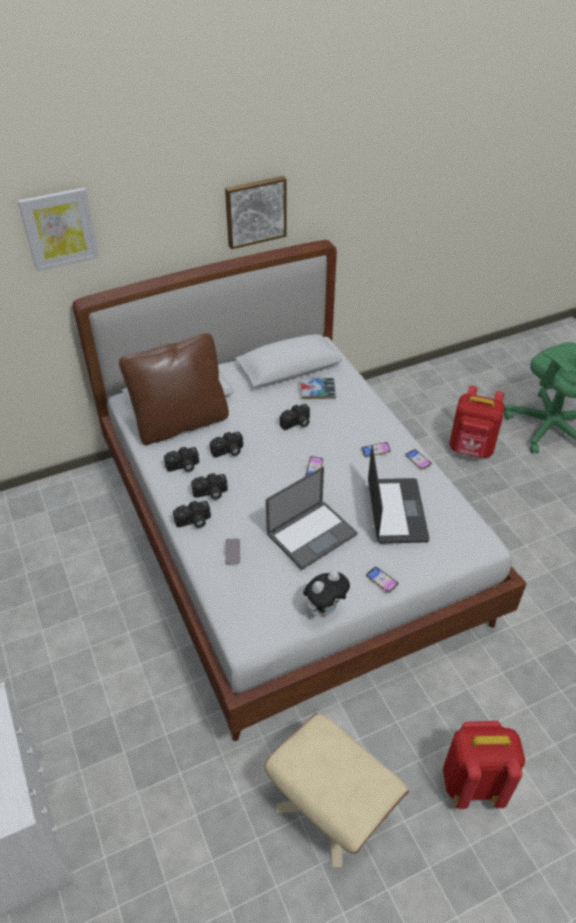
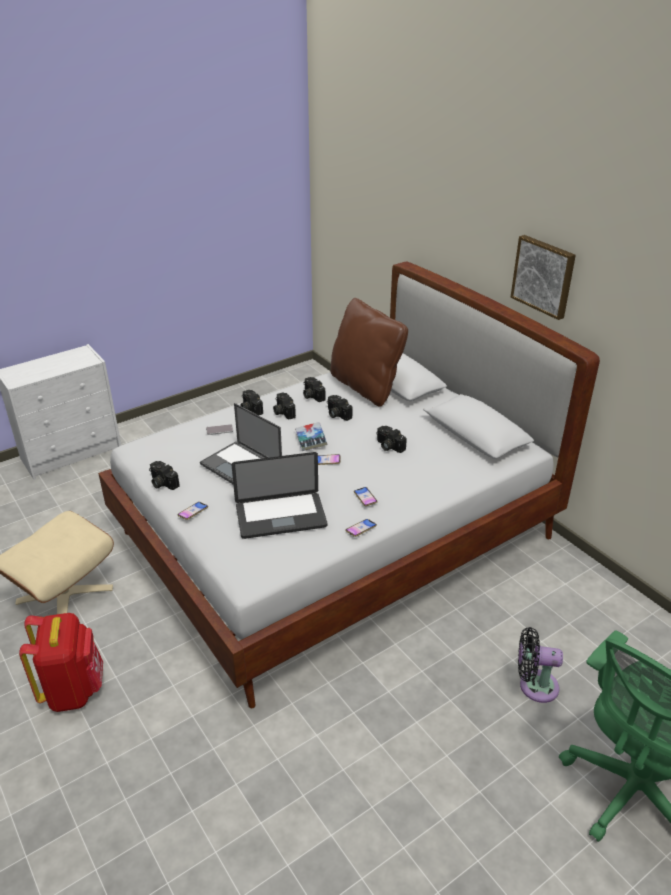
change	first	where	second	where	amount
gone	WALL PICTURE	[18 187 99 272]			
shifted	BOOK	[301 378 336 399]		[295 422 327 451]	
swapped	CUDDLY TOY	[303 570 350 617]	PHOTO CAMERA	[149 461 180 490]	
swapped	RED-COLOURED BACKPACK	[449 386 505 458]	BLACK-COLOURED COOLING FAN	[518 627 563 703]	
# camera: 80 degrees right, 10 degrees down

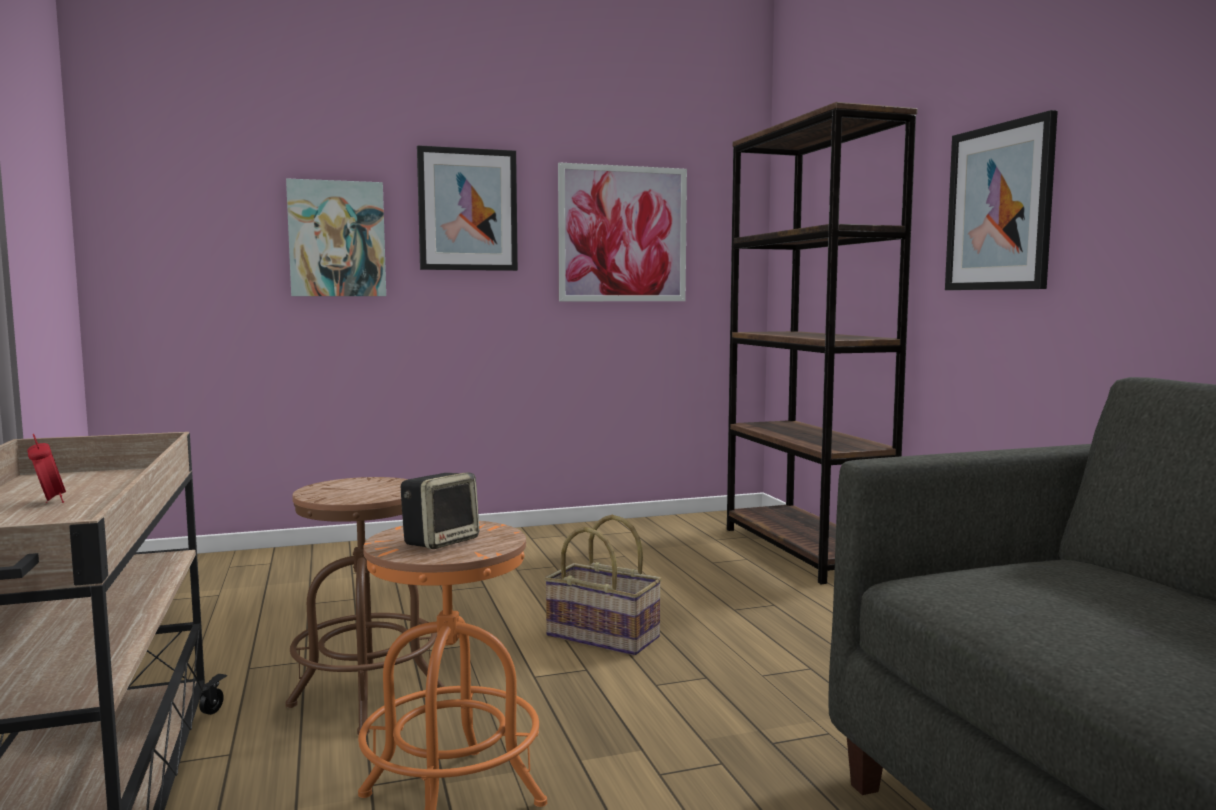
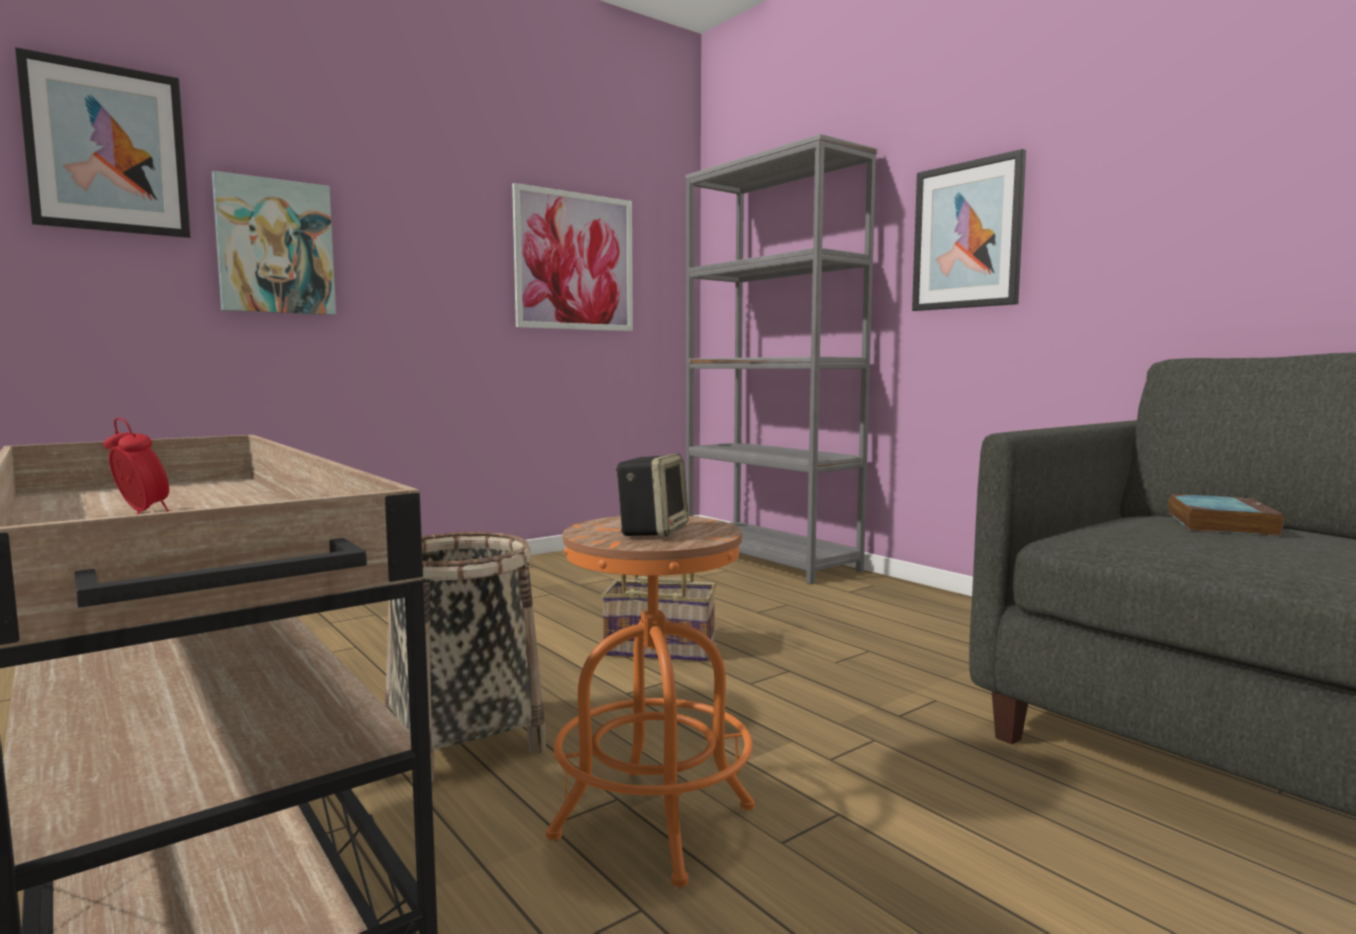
change	first	where	second	where	amount
new			BOOK	[1168 494 1284 536]	
shifted	WALL PICTURE	[417 145 518 271]		[15 47 191 238]	
swapped	BROWNISH SITTING STOOL	[286 477 445 735]	BASKET	[385 532 546 782]	
repainted	BROWNISH BOOKCASE	[727 102 917 584]	GRAY BOOKCASE	[686 134 877 584]	
# camera: 20 degrees left, 0 degrees up

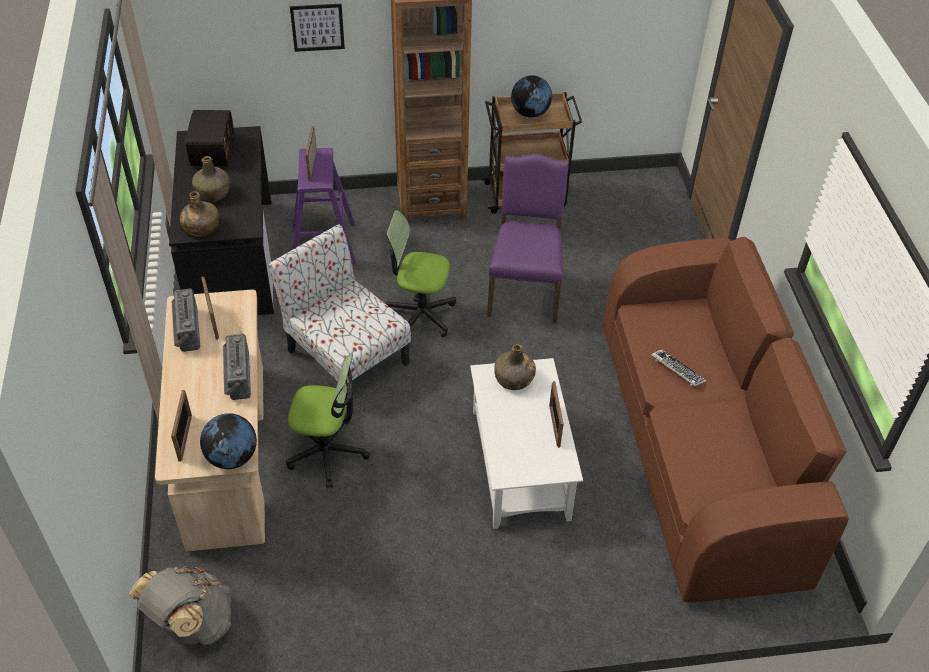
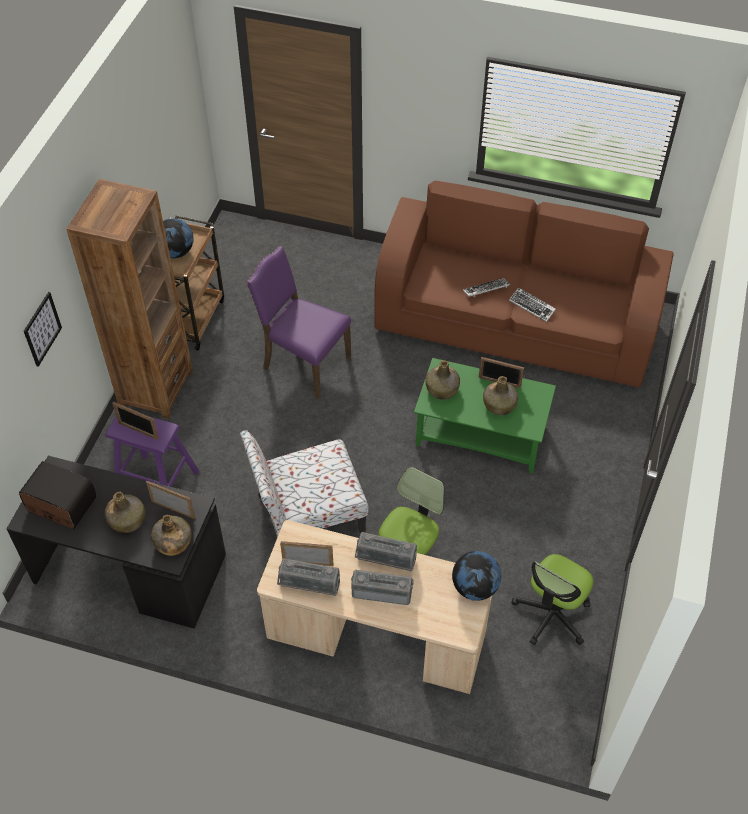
change	first	where	second	where	amount
gone	GRAY BACKPACK	[128 566 231 645]			
new			RADIO SET	[351 569 414 605]	
new			GREEN-COLOURED BEVERAGE BOTTLE	[483 376 518 415]	
new			COMPUTER KEYBOARD	[509 287 556 322]	
shifted	STANDING FRAME	[171 390 192 461]		[146 481 195 519]	
shifted	OFFICE CHAIR	[385 210 456 337]		[512 554 594 645]	
repainted	WHITE LOW TABLE	[470 358 583 529]	GREEN-COLOURED LOW TABLE	[414 358 556 474]	
# camera: 65 degrees left, 5 degrees up

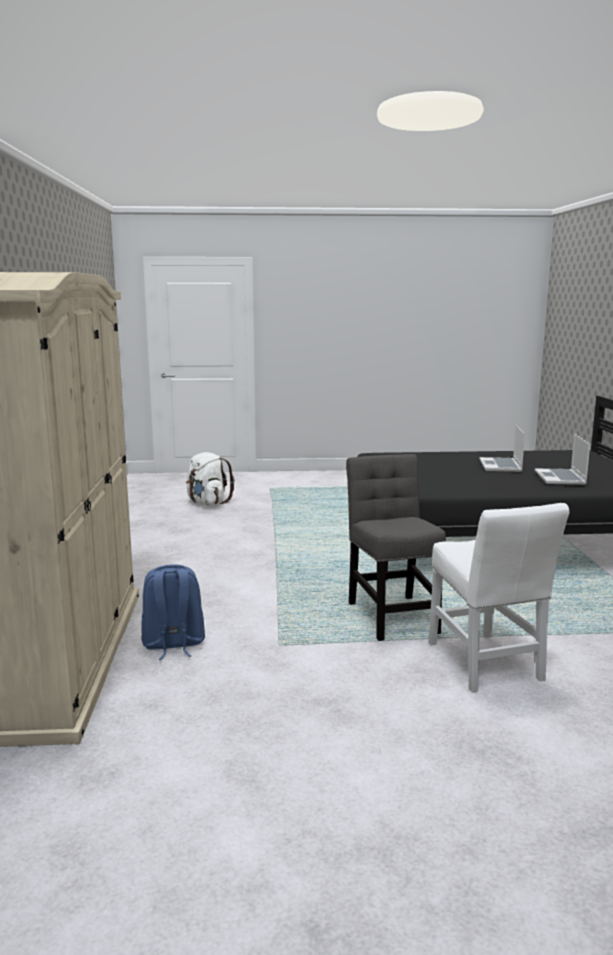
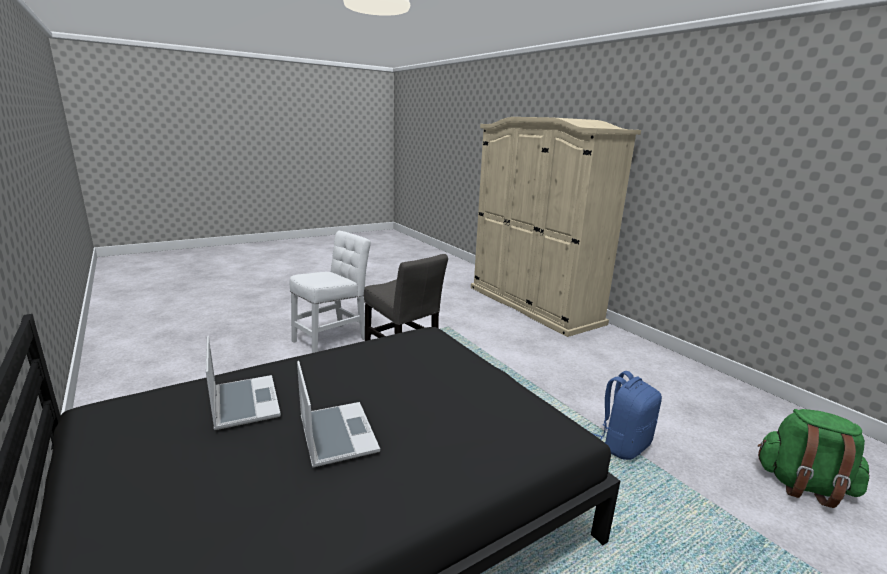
change	first	where	second	where	amount
shifted	BLUE-COLOURED BACKPACK	[142 564 205 660]		[592 371 662 460]	
repainted	WHITE BACKPACK	[186 452 235 506]	GREEN-COLOURED BACKPACK	[758 409 870 508]	
rotated	WHITE CHAIR	[428 503 570 693]		[289 231 371 353]	90 degrees clockwise
# camera: 150 degrees right, 5 degrees up

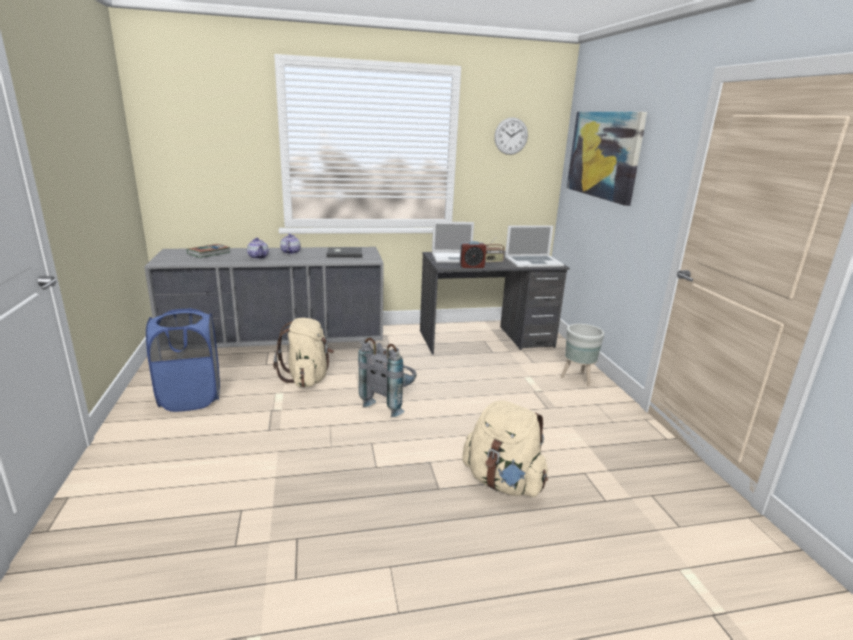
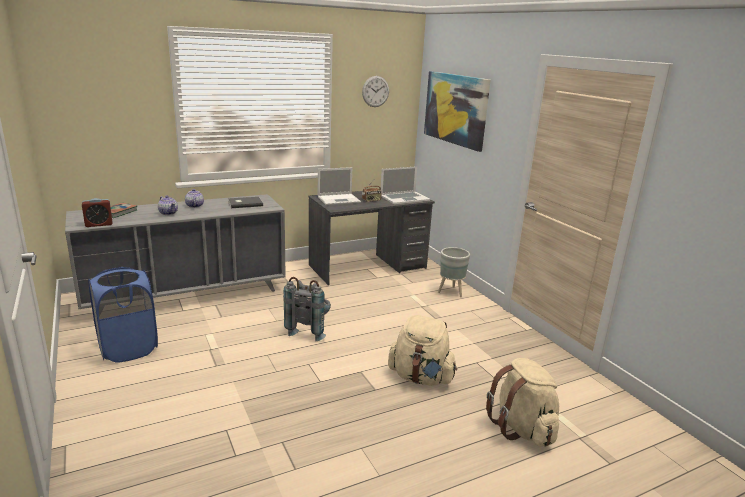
change	first	where	second	where	amount
shifted	BEIGE-COLOURED BACKPACK	[273 318 334 388]		[486 358 559 446]	
shifted	BEDSIDE CLOCK	[460 241 486 268]		[82 198 112 227]	
# camera: 15 degrees left, 0 degrees up

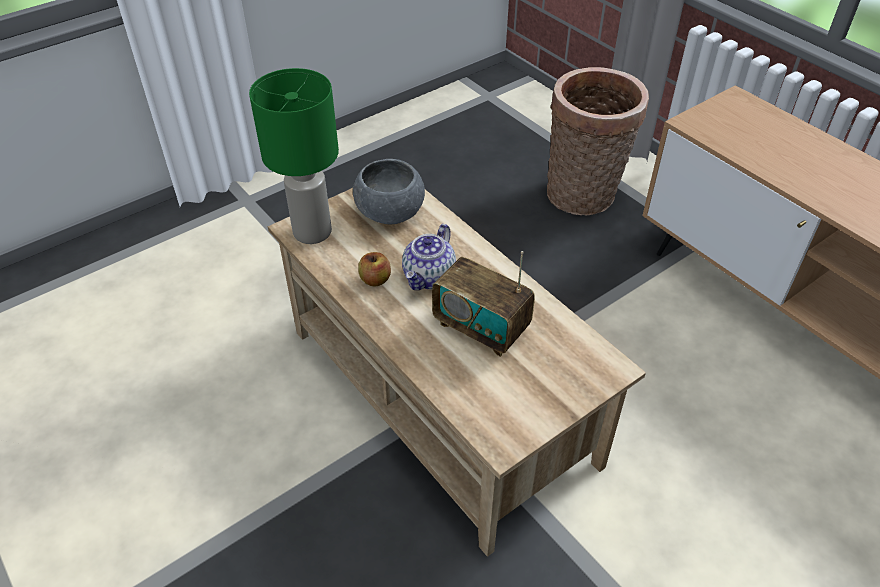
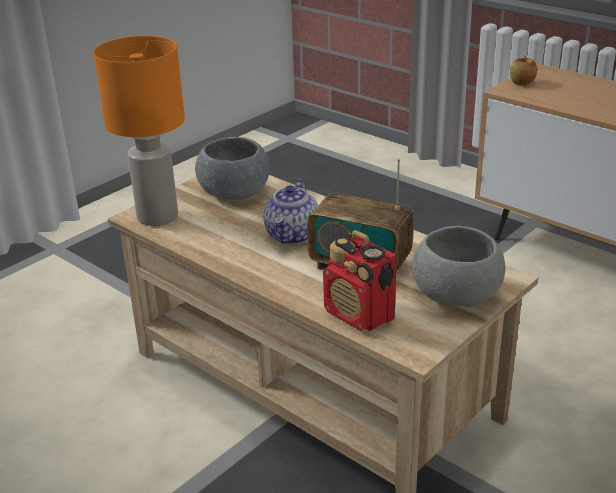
change	first	where	second	where	amount
gone	BASKET	[547 67 649 215]			
new			RADIO SET	[323 230 397 331]	
new			GRAY BOWL	[412 226 505 307]	
shifted	WHOLE APPLE	[358 252 391 286]		[510 56 537 86]	
repainted	GREEN-COLOURED TABLETOP LAMP	[249 68 339 244]	ORANGE TABLETOP LAMP	[93 36 185 226]	
# camera: 10 degrees left, 15 degrees down

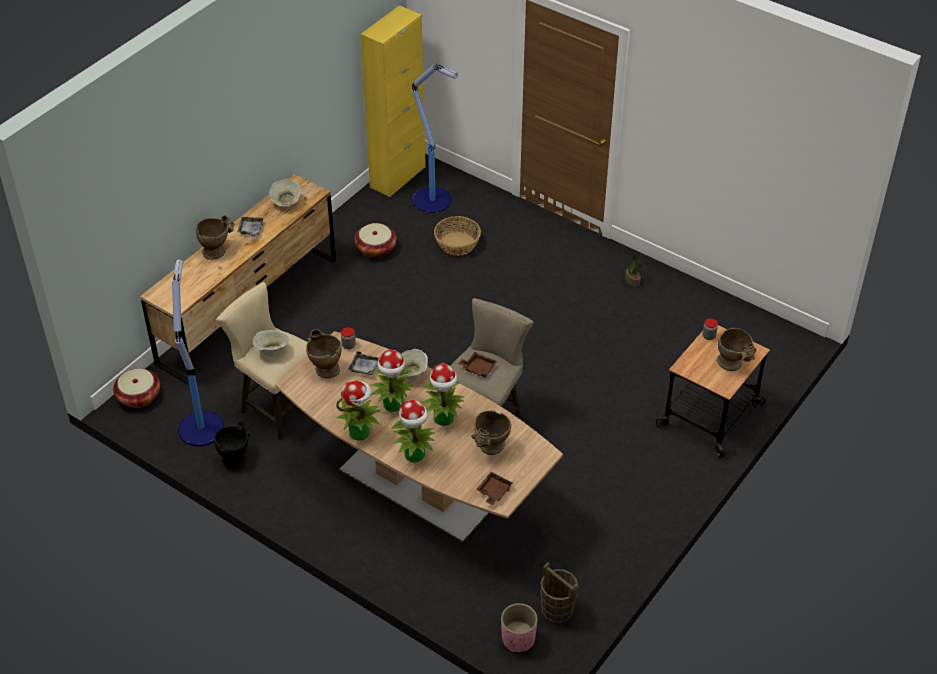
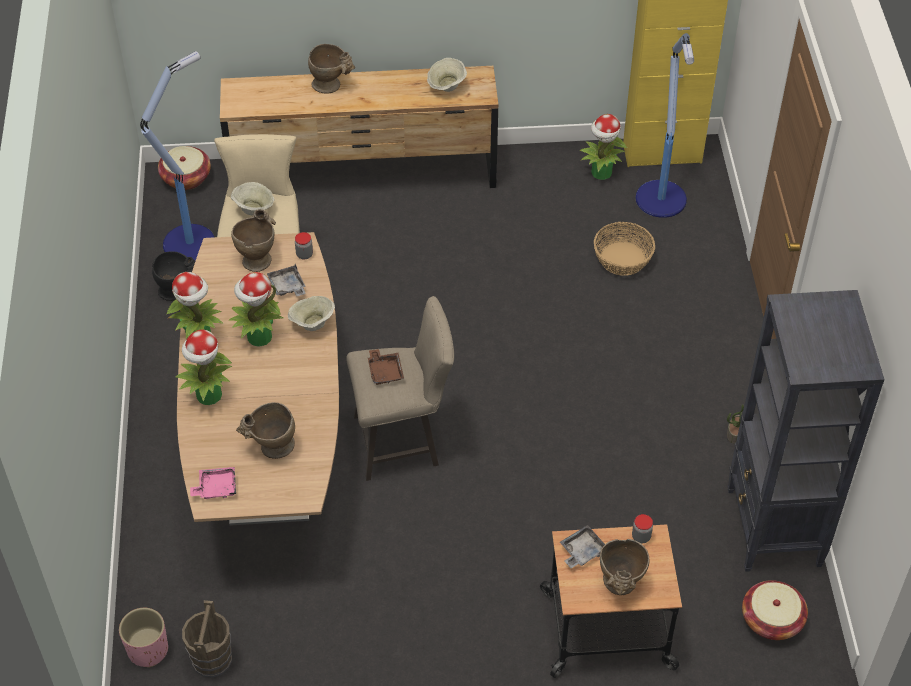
change	first	where	second	where	amount
new			BLACK-COLOURED BOOKCASE	[727 290 885 572]	
shifted	GRAY TRAY	[237 217 263 238]		[560 525 605 568]	
shifted	BASKET	[355 223 396 258]		[742 580 808 640]	
shifted	PLANT IN A POT	[421 364 464 426]		[580 114 627 180]	
repainted	BROWNISH TRAY	[476 472 513 505]	PINK-COLOURED TRAY	[190 467 236 499]	
# camera: 50 degrees right, 5 degrees up

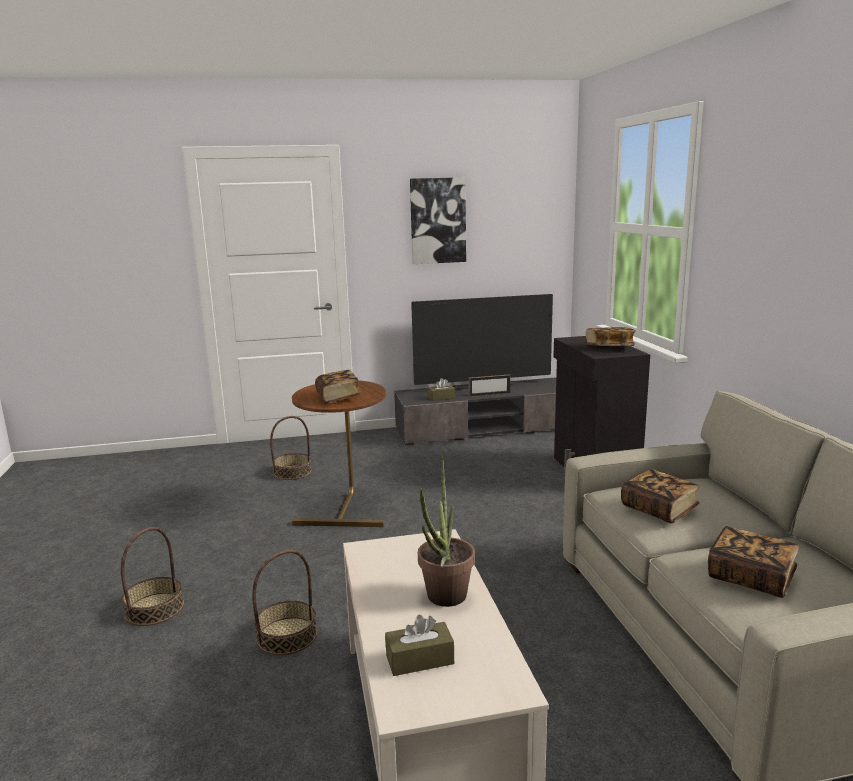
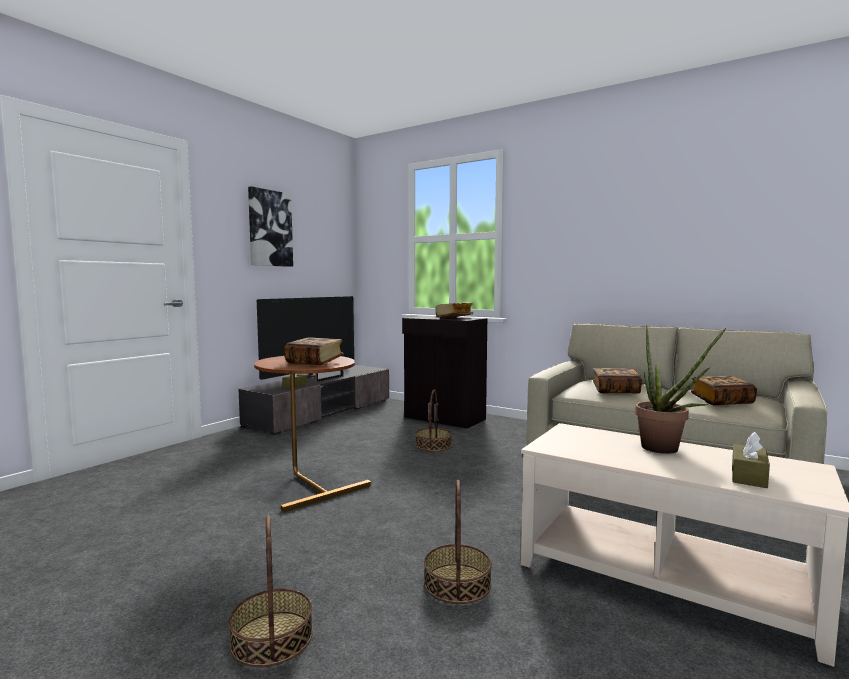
change	first	where	second	where	amount
shifted	BASKET	[270 416 312 480]		[415 389 452 451]	
# camera: 45 degrees left, 10 degrees down

